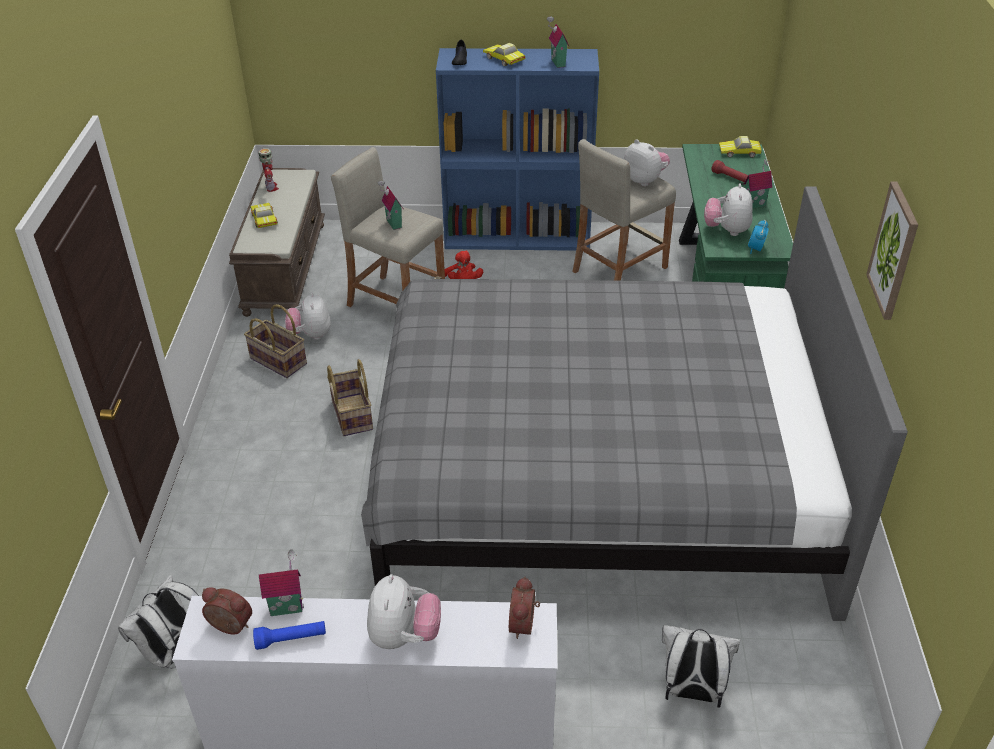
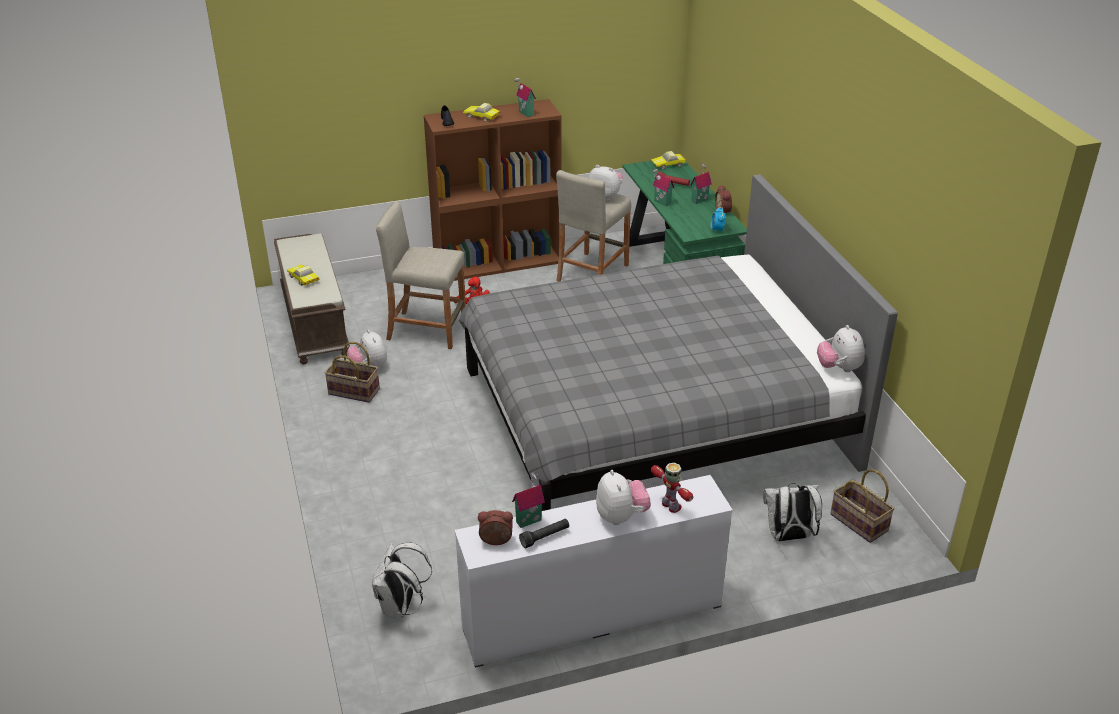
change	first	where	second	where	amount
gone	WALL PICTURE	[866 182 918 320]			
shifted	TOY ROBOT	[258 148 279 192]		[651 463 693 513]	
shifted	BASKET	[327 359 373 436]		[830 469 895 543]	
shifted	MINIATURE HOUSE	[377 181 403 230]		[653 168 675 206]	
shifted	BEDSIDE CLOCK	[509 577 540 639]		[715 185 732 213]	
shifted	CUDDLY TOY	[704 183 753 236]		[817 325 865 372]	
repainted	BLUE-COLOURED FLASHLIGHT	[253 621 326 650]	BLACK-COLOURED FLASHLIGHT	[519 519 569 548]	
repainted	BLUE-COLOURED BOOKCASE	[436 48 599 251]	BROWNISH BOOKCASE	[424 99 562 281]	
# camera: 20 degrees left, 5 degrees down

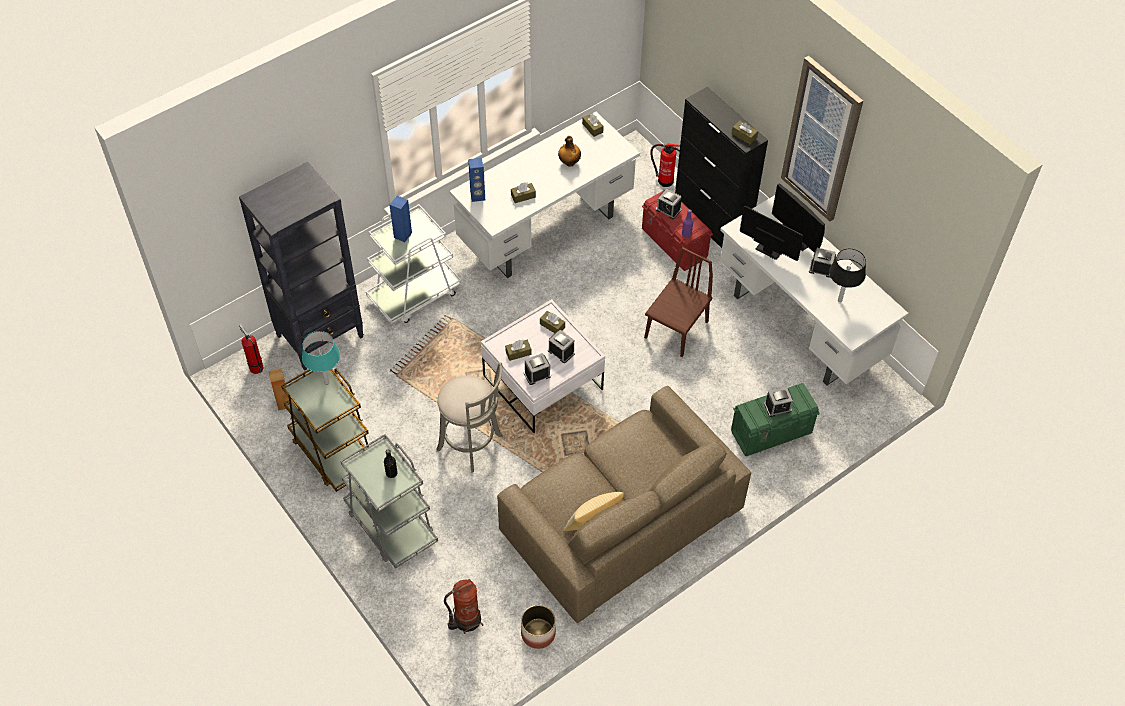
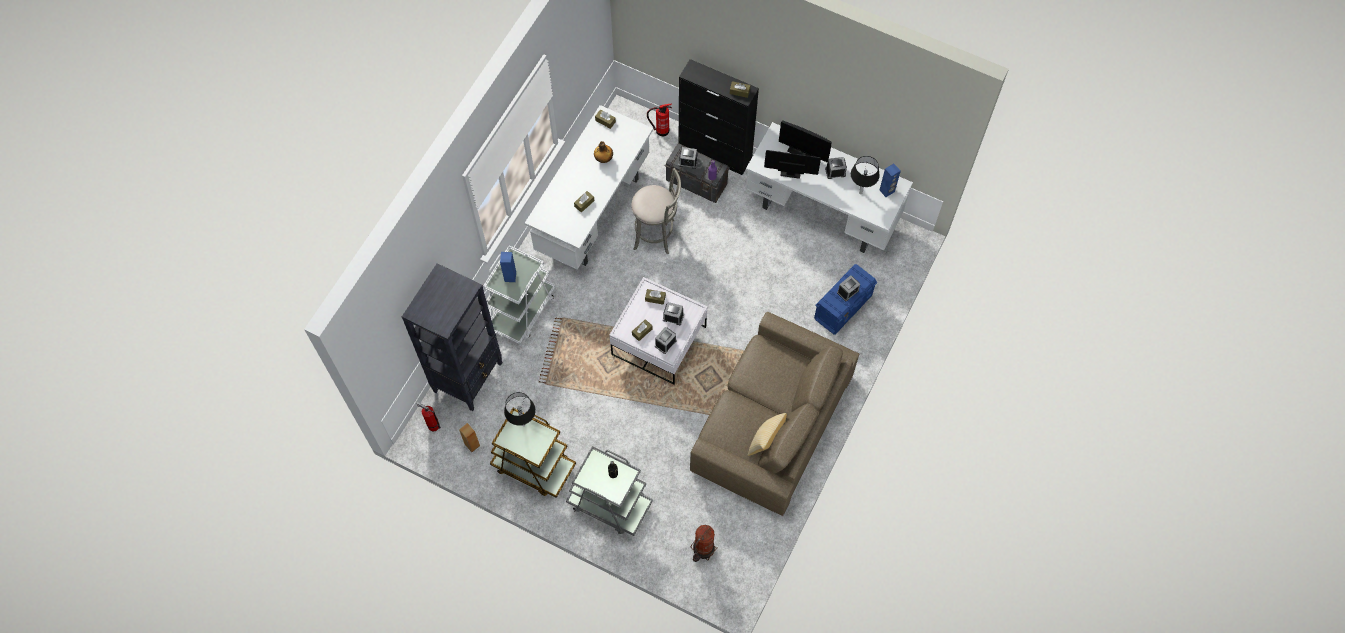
change	first	where	second	where	amount
gone	PLANT POT	[521 605 556 649]			
gone	BROWNISH CHAIR	[644 247 713 357]			
gone	WALL PICTURE	[781 56 863 221]			
shifted	GRAY SITTING STOOL	[436 363 503 472]		[631 168 681 254]	
shifted	BLUE-COLOURED SPEAKER	[468 158 485 202]		[880 163 901 197]	
repainted	TURQUOISE-COLOURED TABLETOP LAMP	[302 331 340 385]	BLACK-COLOURED TABLETOP LAMP	[504 392 536 426]	
repainted	RED-COLOURED STORAGE BIN	[642 189 713 271]	GRAY STORAGE BIN	[665 143 730 203]	
repainted	GREEN-COLOURED STORAGE BIN	[731 383 820 456]	BLUE-COLOURED STORAGE BIN	[814 264 877 335]	
# camera: 25 degrees left, 10 degrees up

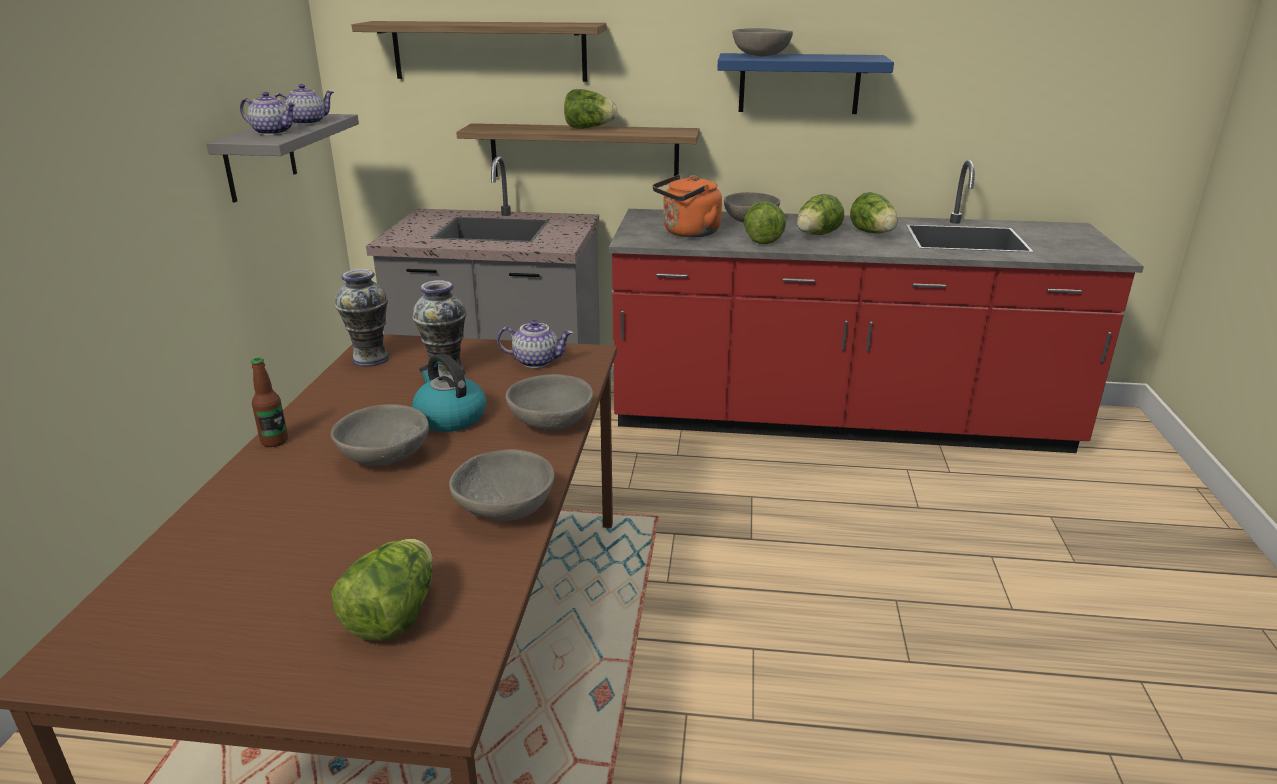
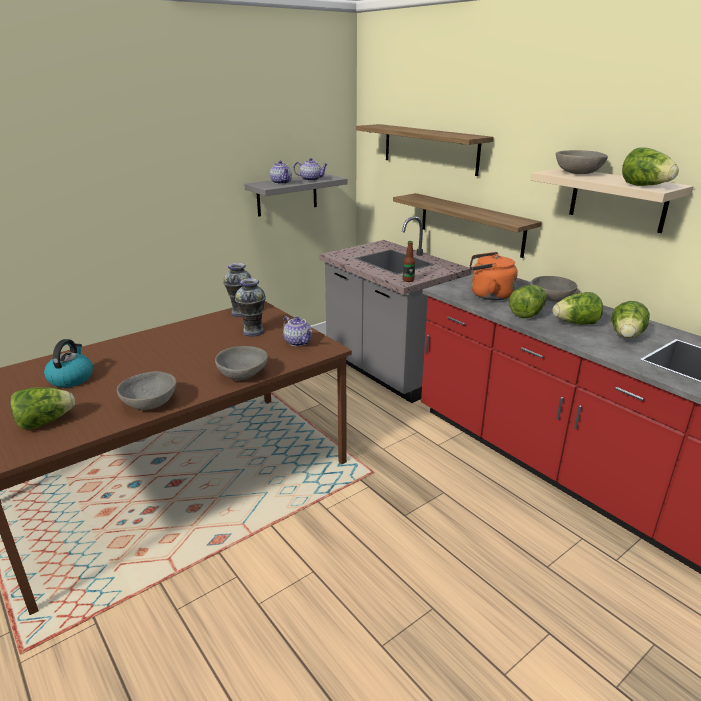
change	first	where	second	where	amount
gone	GRAY BOWL	[331 404 429 466]			
shifted	BEVERAGE BOTTLE	[251 358 288 447]		[403 241 415 282]	
shifted	KETTLE	[412 353 486 432]		[44 339 93 388]	
shifted	HEAD OF LETTUCE	[564 89 617 129]		[622 147 679 186]	
repainted	BLUE-COLOURED BRACKET SHELF	[717 53 894 114]	BEIGE-COLOURED BRACKET SHELF	[531 168 694 233]	
# camera: 45 degrees right, 0 degrees up

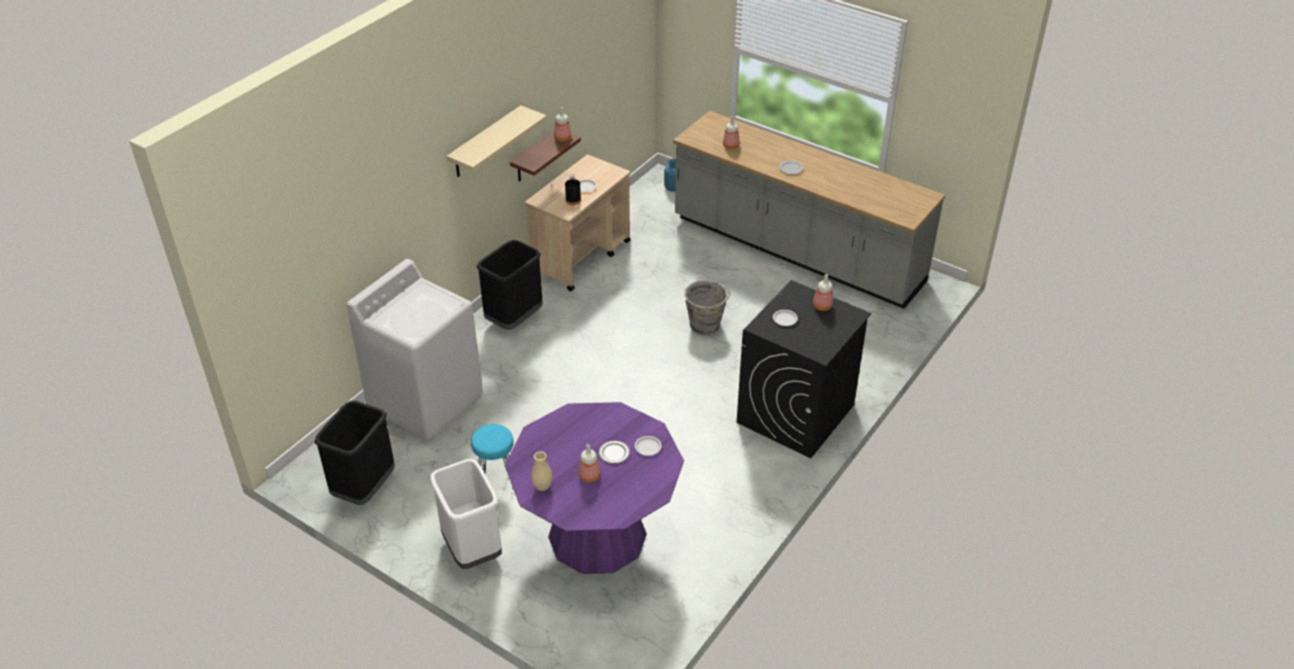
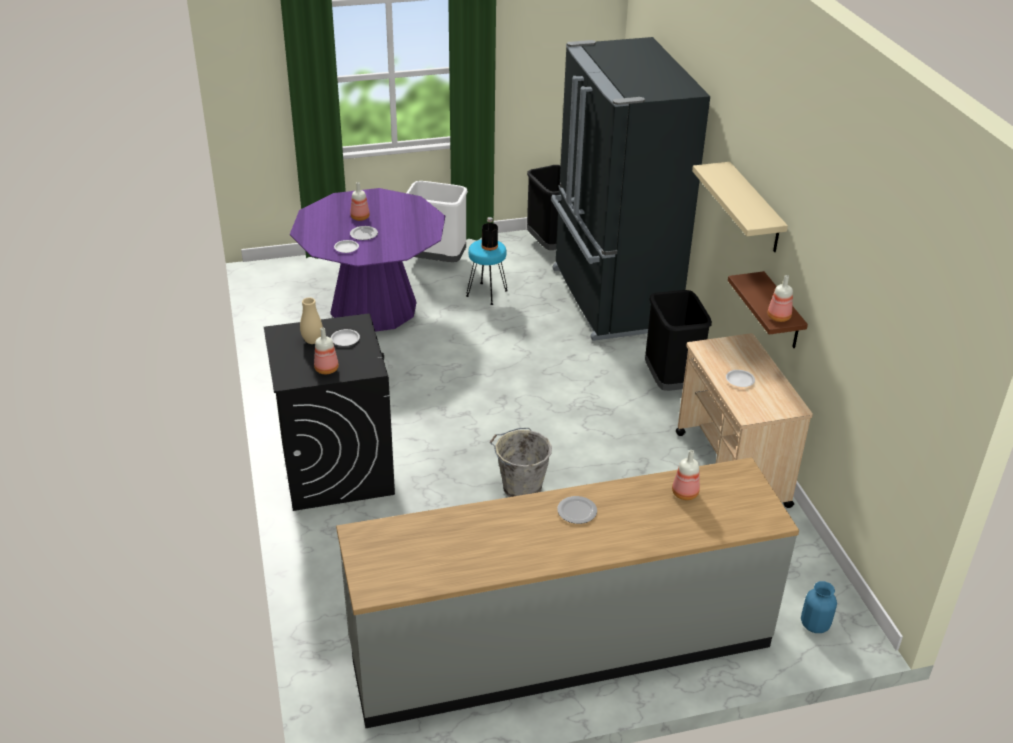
change	first	where	second	where	amount
shifted	BEIGE-COLOURED FLOWER VASE	[531 451 553 491]		[300 297 323 344]	
shifted	BLACK-COLOURED BEVERAGE BOTTLE	[565 174 581 205]		[481 217 498 251]	
swapped	WHITE LAUNDRY MACHINE	[346 259 483 442]	BLACK-COLOURED KITCHEN FRIDGE	[551 37 710 341]	
# camera: 130 degrees right, 5 degrees down

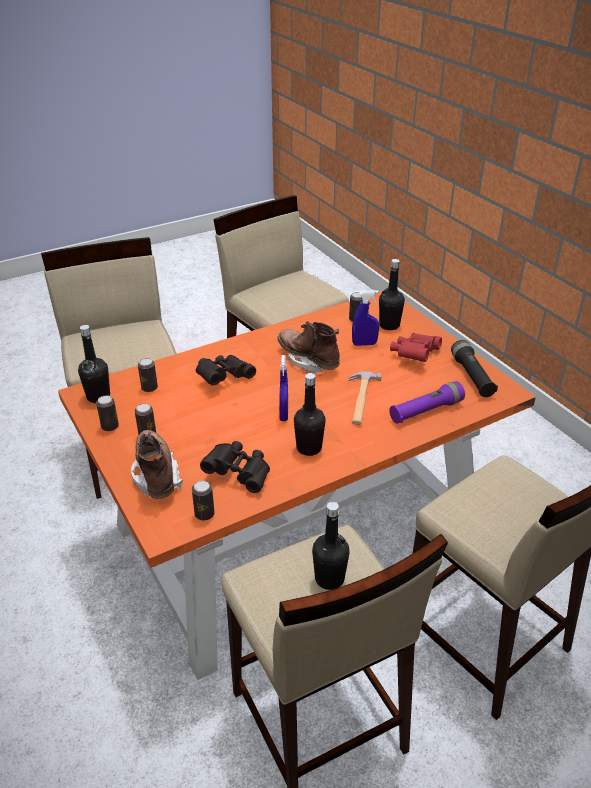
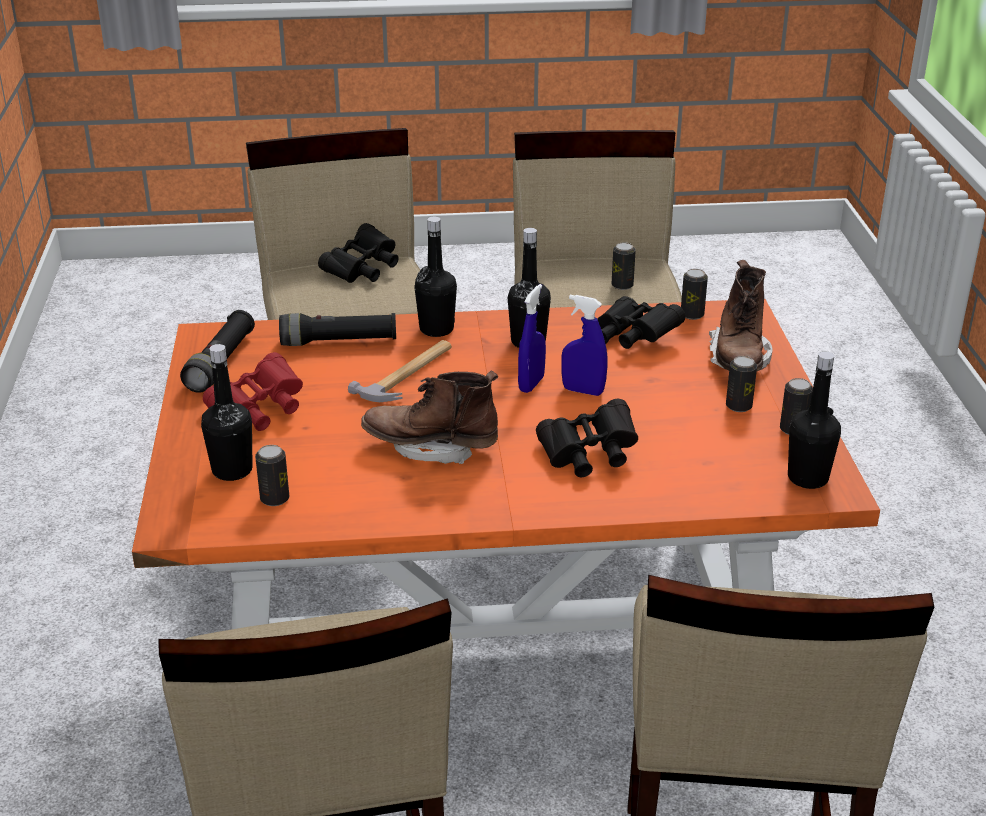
change	first	where	second	where	amount
new			BLACK-COLOURED BINOCULARS	[318 223 399 283]	
shifted	SEALED CAN	[138 358 158 392]		[611 242 636 290]	
shifted	BLACK-COLOURED BEVERAGE BOTTLE	[312 502 350 590]		[414 217 457 337]	
shifted	BLUE-COLOURED HAND SPRAYER	[352 290 379 346]		[561 295 608 396]	
repainted	PURPLE FLASHLIGHT	[389 381 465 424]	BLACK-COLOURED FLASHLIGHT	[279 313 396 346]	
rotated	BROWNISH BOOT	[277 321 340 374]		[361 371 498 464]	120 degrees clockwise
# camera: 155 degrees left, 5 degrees down

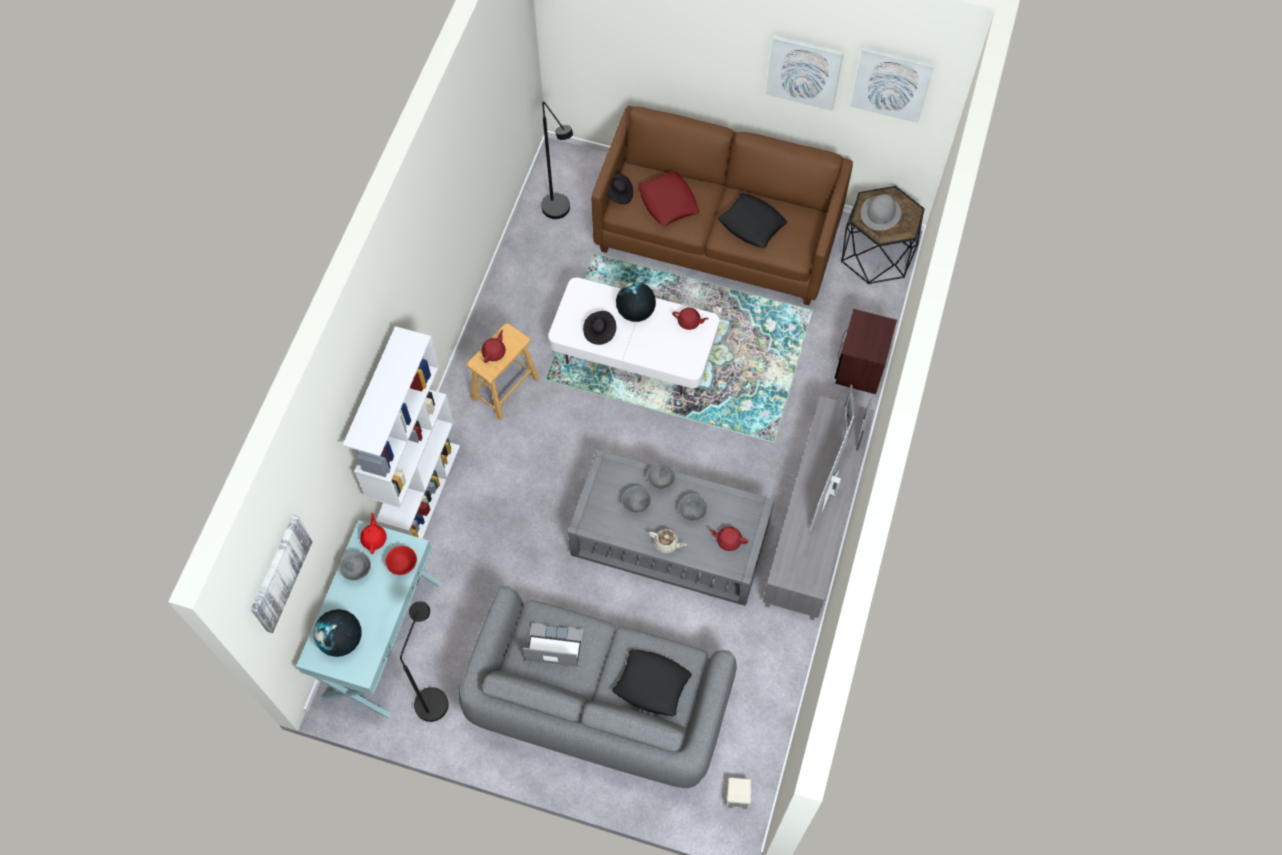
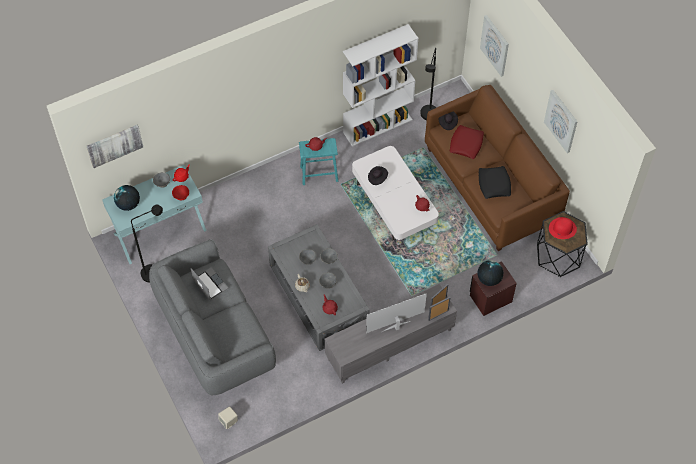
change	first	where	second	where	amount
gone	BLACK-COLOURED CUSHION	[612 649 692 716]			
shifted	WHITE BOOKCASE	[343 326 460 539]		[343 24 418 147]	
shifted	GLOBE	[616 282 656 322]		[477 260 503 286]	
shifted	WALL PICTURE	[850 47 935 123]		[480 15 509 77]	
repainted	BROWNISH SITTING STOOL	[466 323 539 420]	TURQUOISE-COLOURED SITTING STOOL	[299 138 338 185]	
repainted	GRAY HAT	[861 194 902 231]	RED-COLOURED HAT	[549 217 577 239]	
# camera: 45 degrees right, 5 degrees down

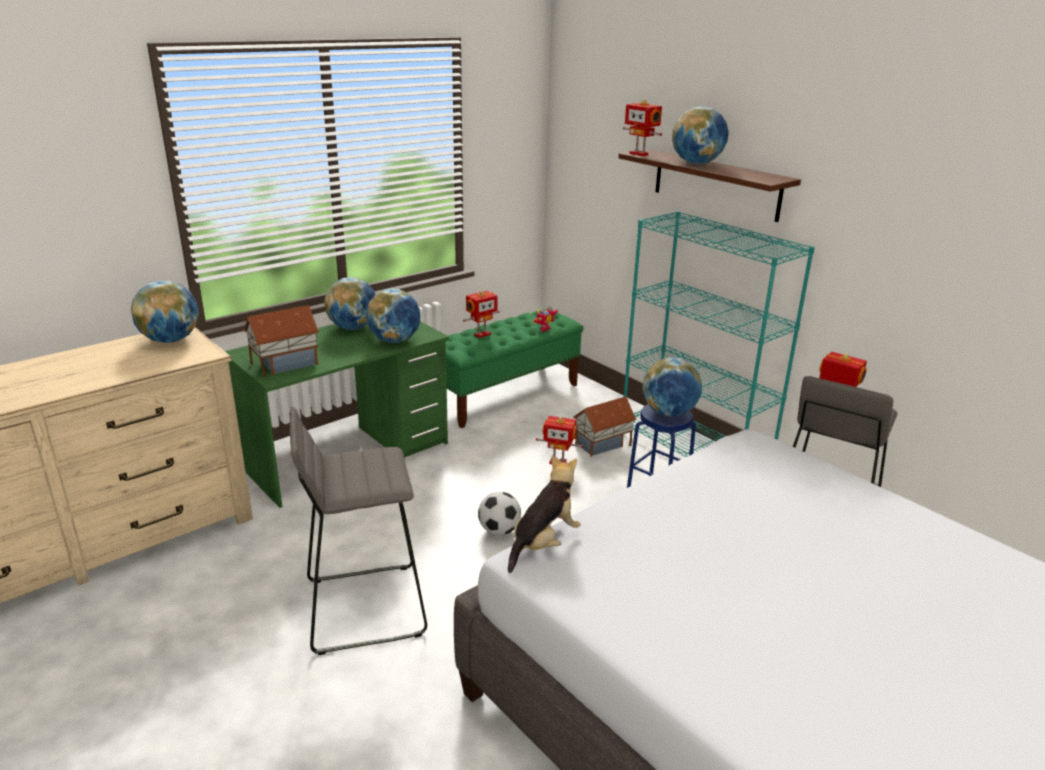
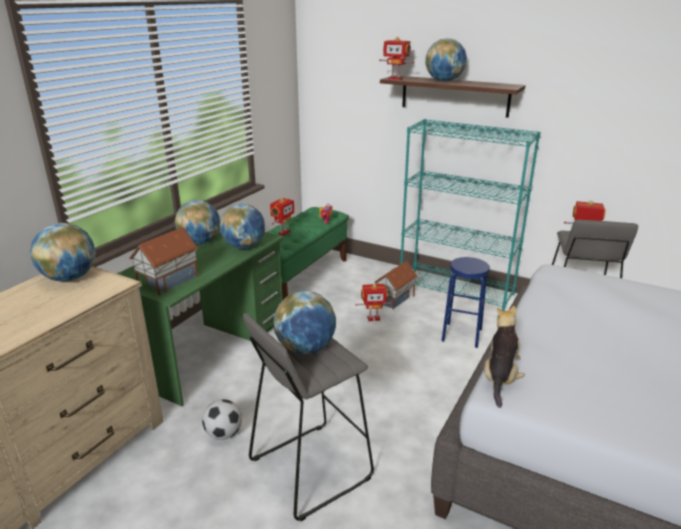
change	first	where	second	where	amount
shifted	FOOTBALL	[478 492 521 535]		[202 399 242 440]	
shifted	GLOBE	[642 357 702 416]		[273 291 336 354]	
# camera: 20 degrees left, 0 degrees up

